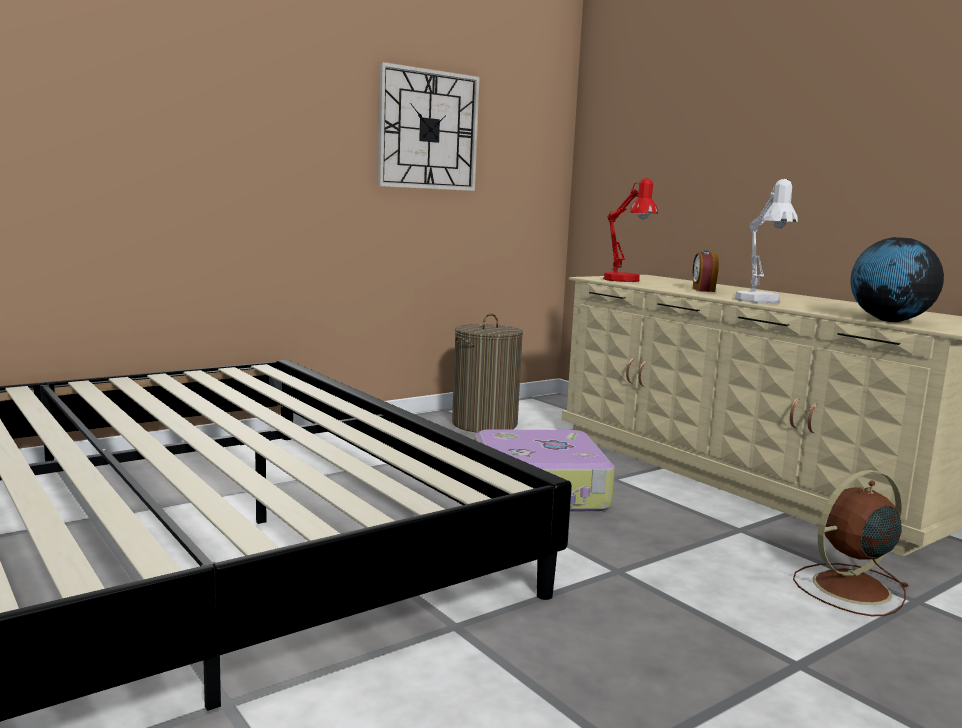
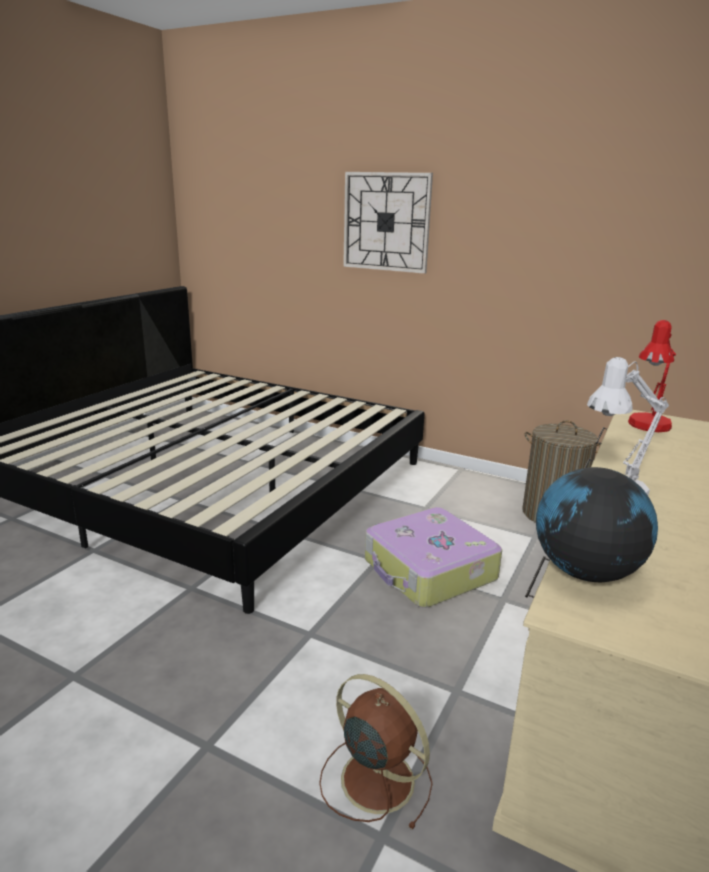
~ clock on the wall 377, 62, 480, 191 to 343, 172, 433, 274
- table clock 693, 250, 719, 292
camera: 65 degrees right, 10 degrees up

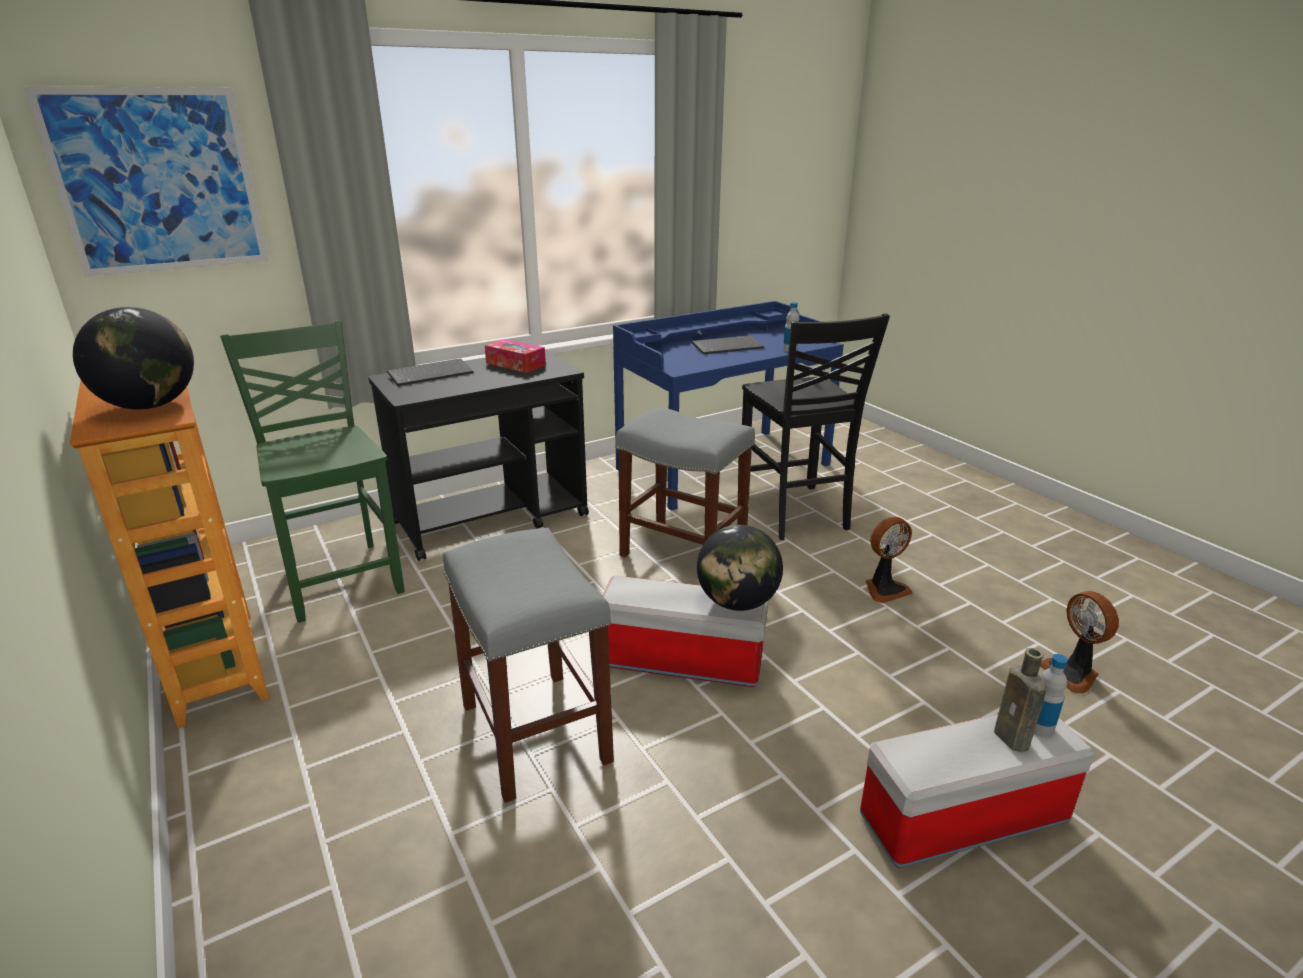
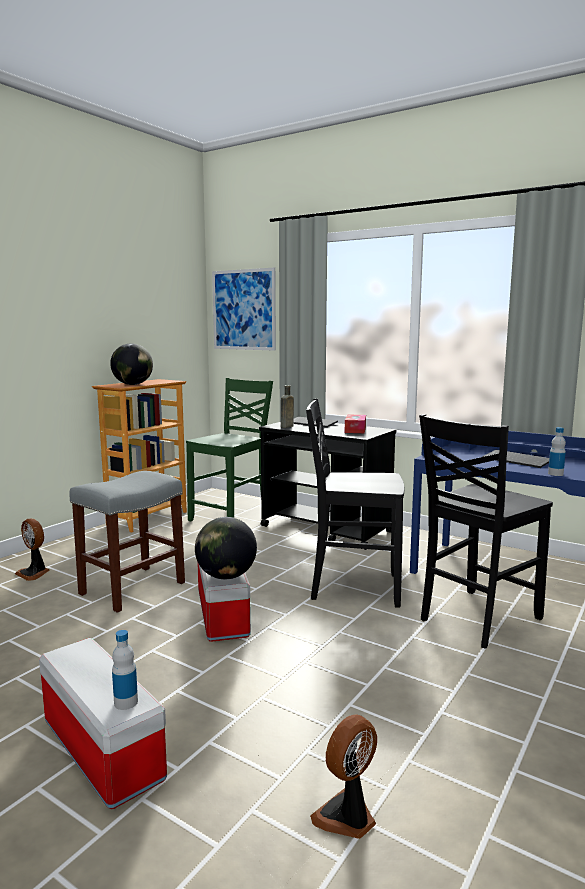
~ electric fan 866, 516, 913, 603 to 15, 519, 49, 581
~ brown-coloured drink bottle 994, 648, 1047, 752 to 281, 385, 294, 428
~ grey sitting stool 616, 407, 755, 557 to black upright chair 306, 399, 404, 608
camera: 65 degrees right, 15 degrees down

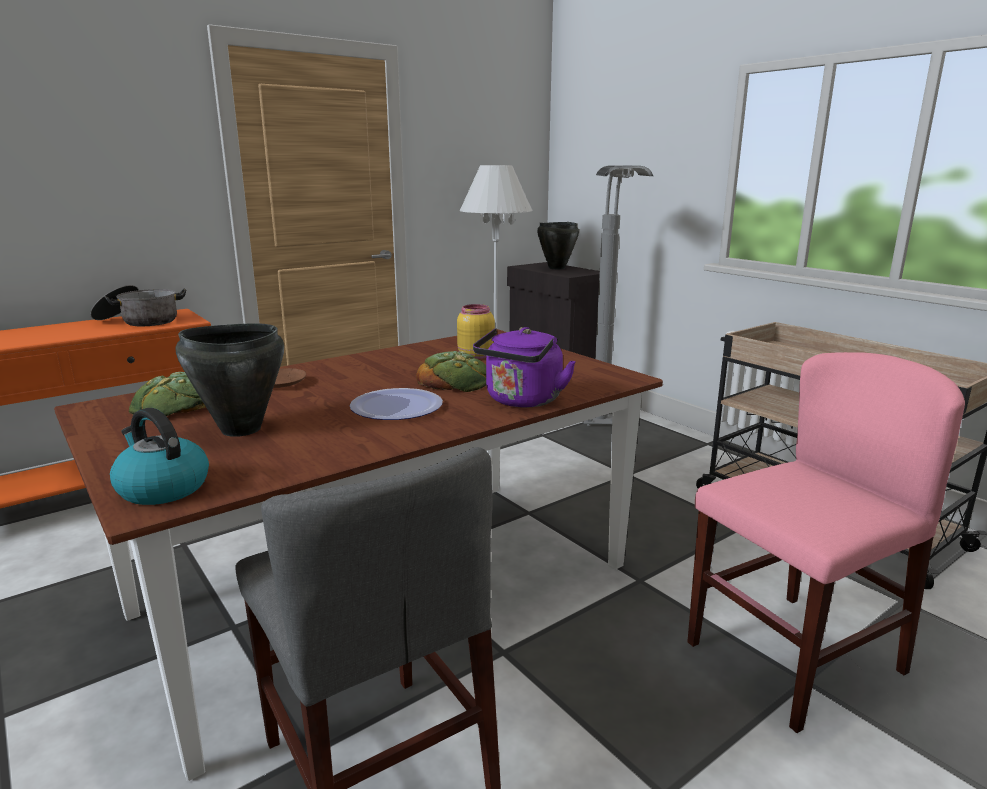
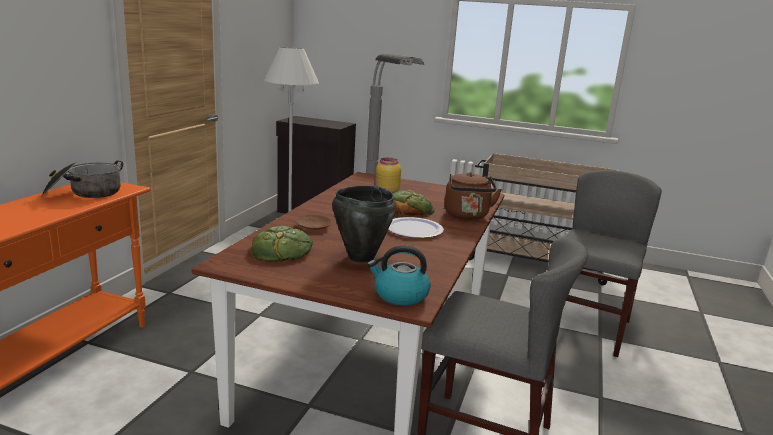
~ purplish water kettle 473, 327, 576, 407 to brown-coloured water kettle 445, 172, 502, 220
~ pinkish upright chair 687, 352, 965, 733 to grey upright chair 565, 170, 662, 357
- black stockpot 537, 222, 579, 269
camera: 35 degrees left, 0 degrees up

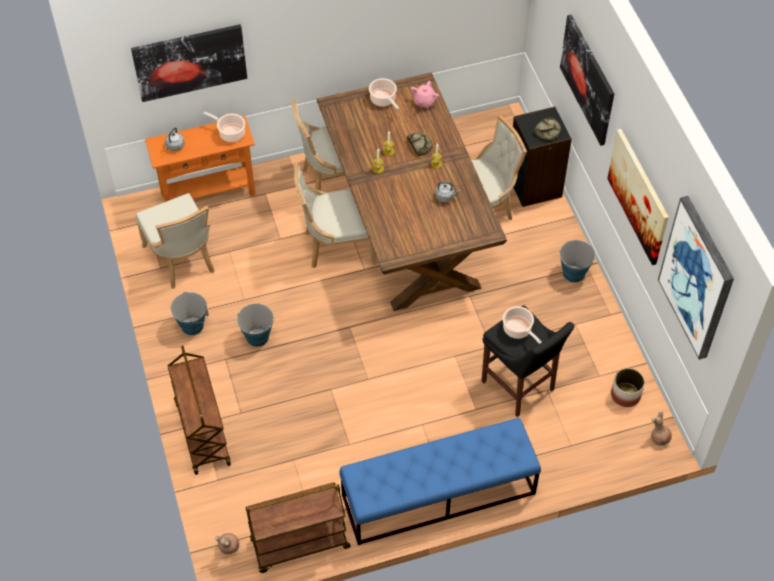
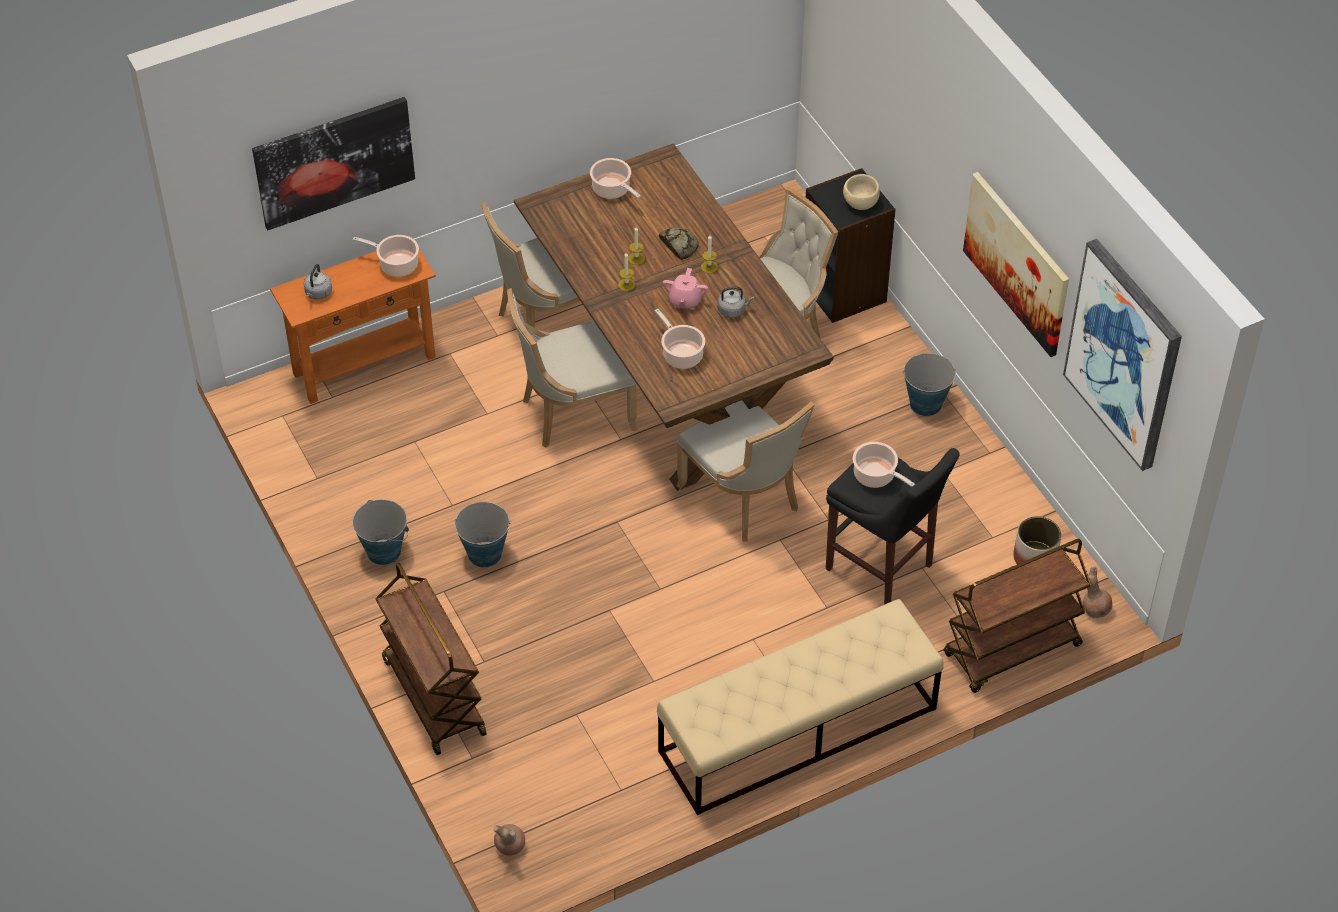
+ stockpot 655, 309, 705, 369
~ bluish long seat 340, 418, 541, 545 to beige-coloured long seat 657, 599, 944, 815
~ pinkish pot for tea 411, 81, 439, 108 to 663, 268, 708, 310
~ beige-coloured upright chair 136, 193, 215, 289 to 676, 400, 814, 542
~ baked bread 534, 118, 561, 141 to beige-coloured bowl 843, 174, 880, 210
~ brown-coloured wheeled cart 245, 482, 350, 573 to 944, 539, 1091, 693
- wall art 560, 15, 614, 146
camera: 10 degrees left, 5 degrees down

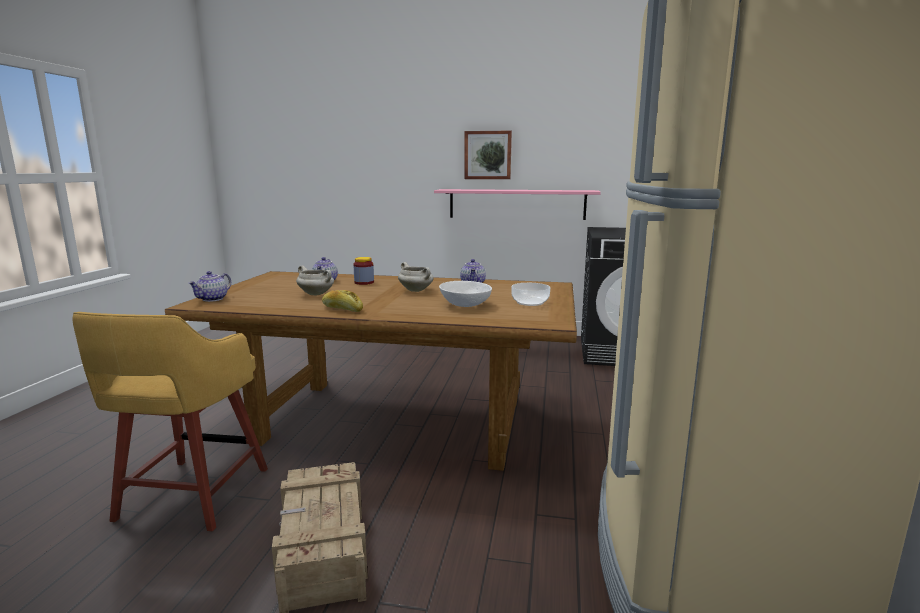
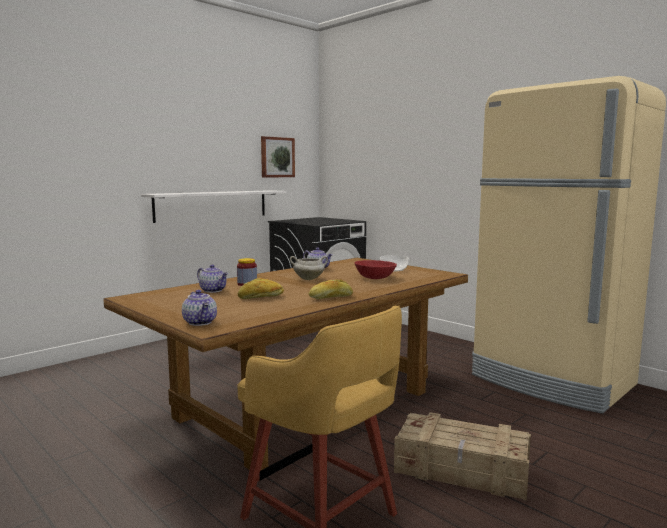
~ pinkish shelf 434, 189, 601, 220 to white-coloured shelf 141, 190, 286, 223
~ white-coloured stockpot 296, 265, 334, 295 to baked bread 238, 278, 284, 299
~ wall art 464, 131, 512, 179 to 261, 136, 295, 177
~ white-coloured bowl 439, 281, 492, 307 to reddish bowl 355, 260, 397, 279
camera: 55 degrees left, 5 degrees down

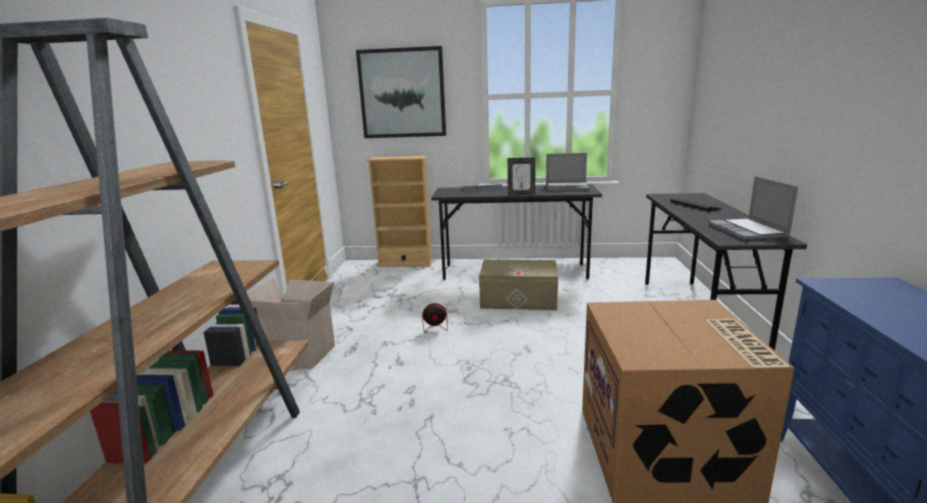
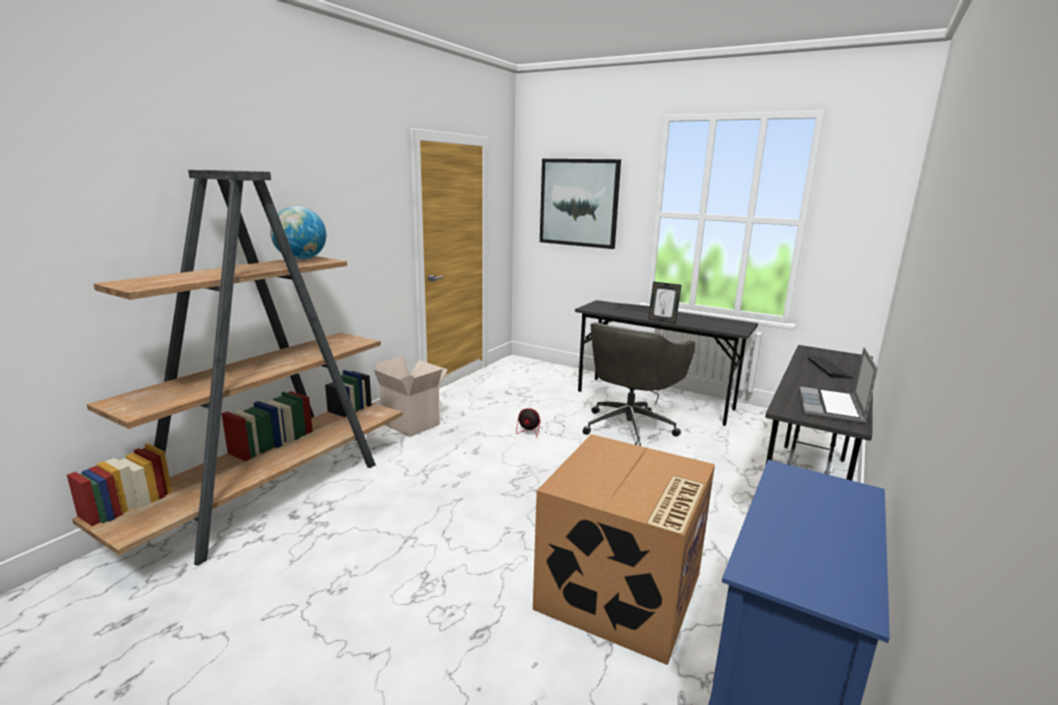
+ globe 270, 206, 326, 260
~ beige-coloured storage bin 479, 259, 558, 310 to grey office chair 583, 322, 696, 446
- beige-coloured shelving unit 367, 156, 433, 267
- portable computer 546, 153, 589, 191
camera: 25 degrees right, 0 degrees up

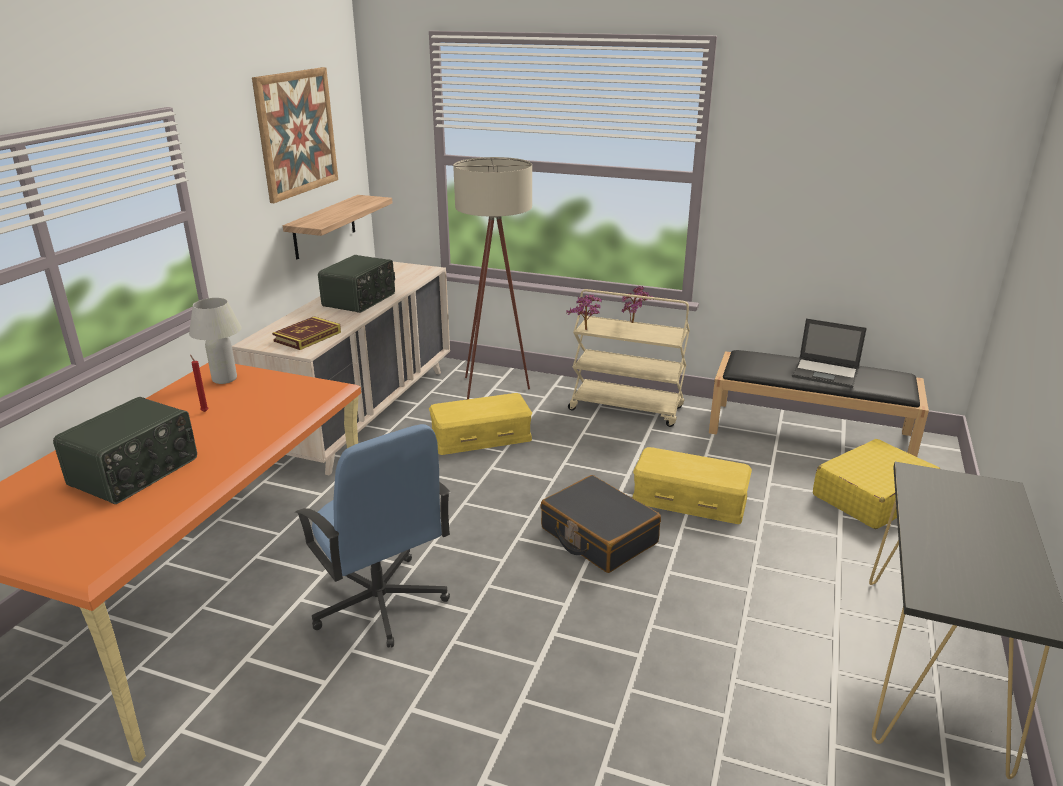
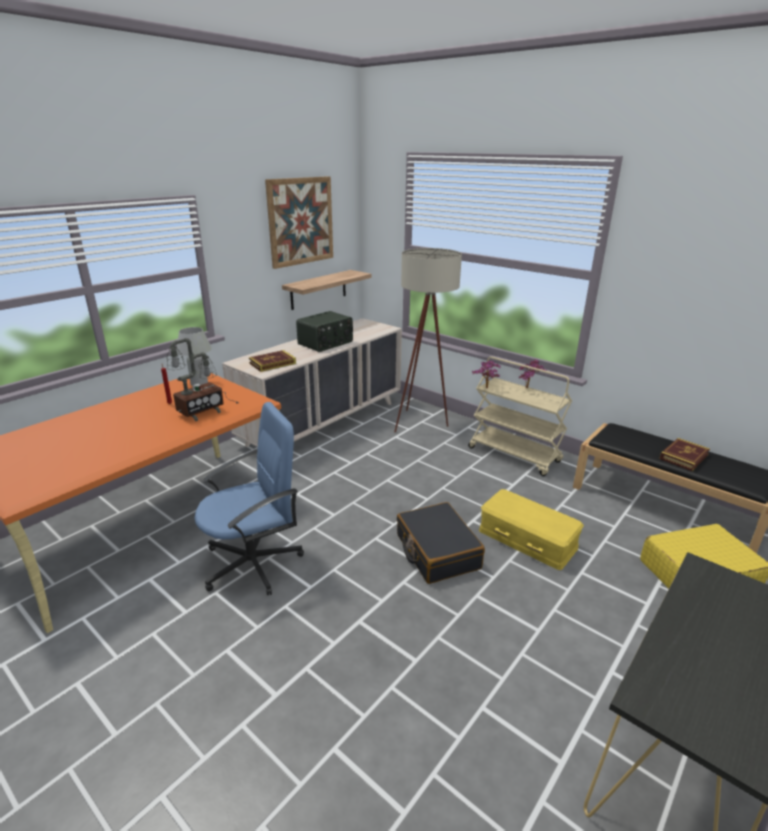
+ table lamp 166, 338, 239, 421
~ bluish office chair 295, 424, 450, 648 = 195, 402, 304, 595 105 degrees counterclockwise
~ portable computer 792, 318, 867, 388 to book 659, 438, 710, 471
- radio receiver 53, 397, 197, 504
- yellowish storage bin 429, 393, 532, 455
camera: 20 degrees right, 0 degrees up

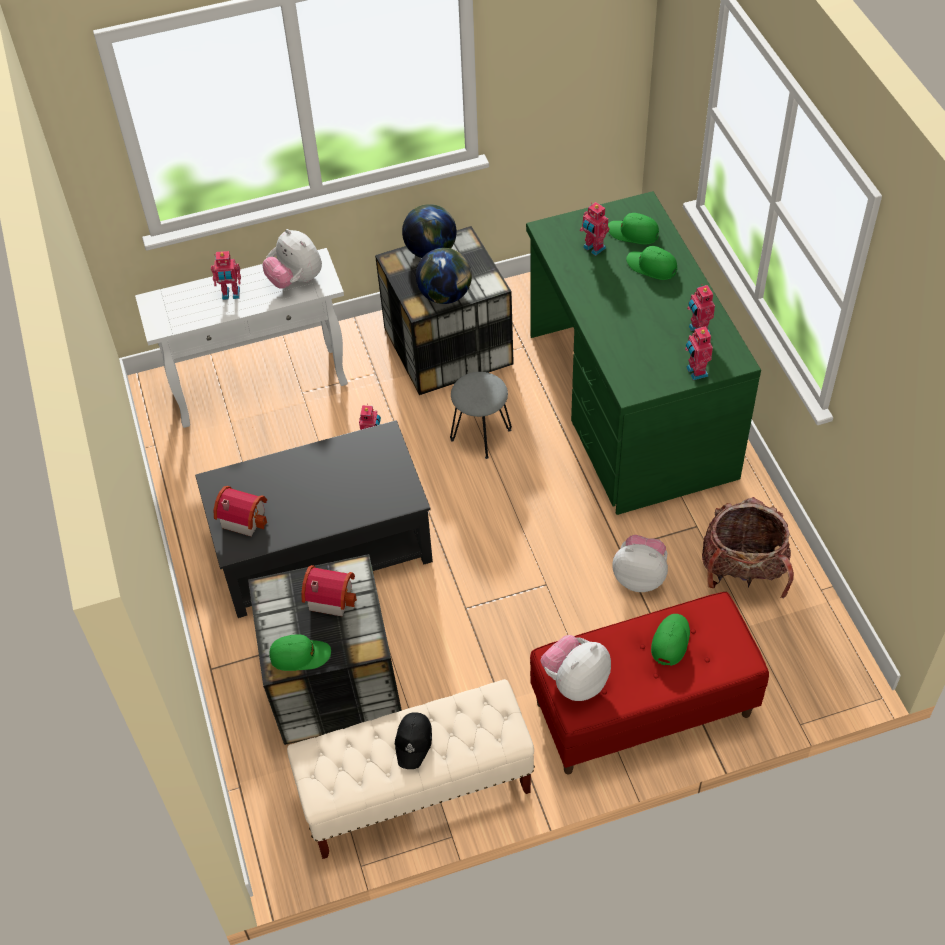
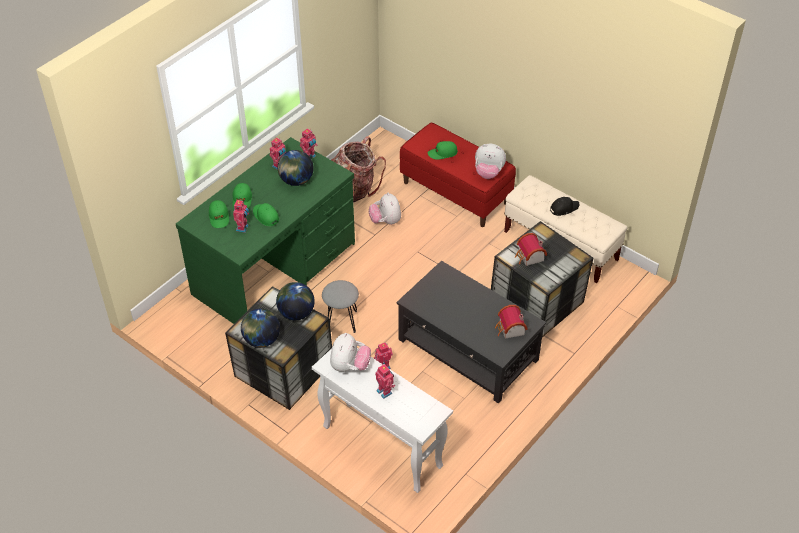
~ green-coloured baseball cap 269, 634, 331, 671 to 253, 203, 279, 226
+ globe 278, 150, 314, 186
camera: 125 degrees left, 5 degrees down

